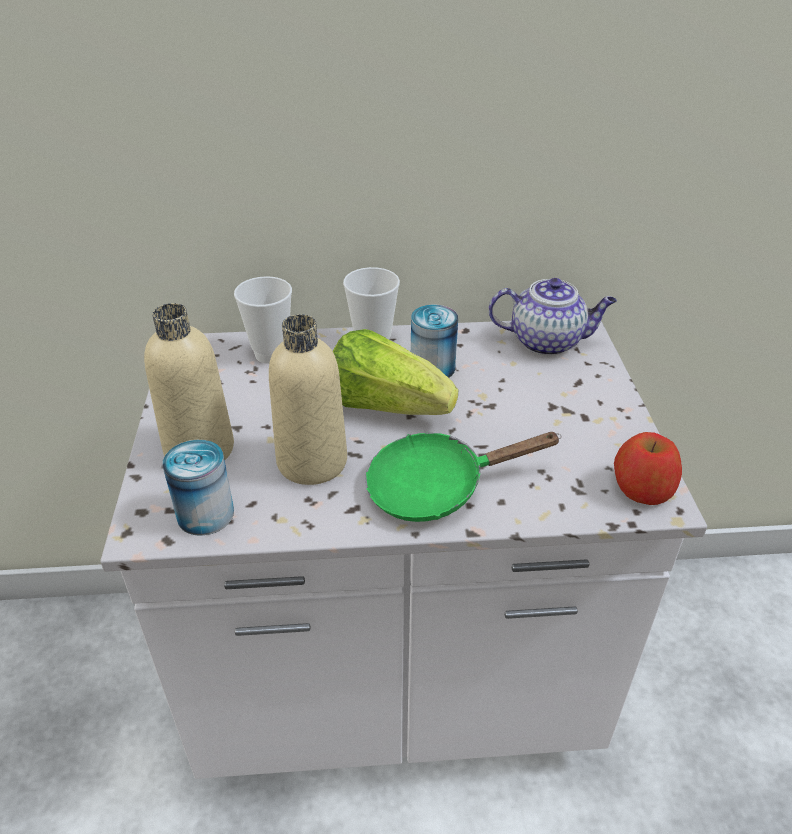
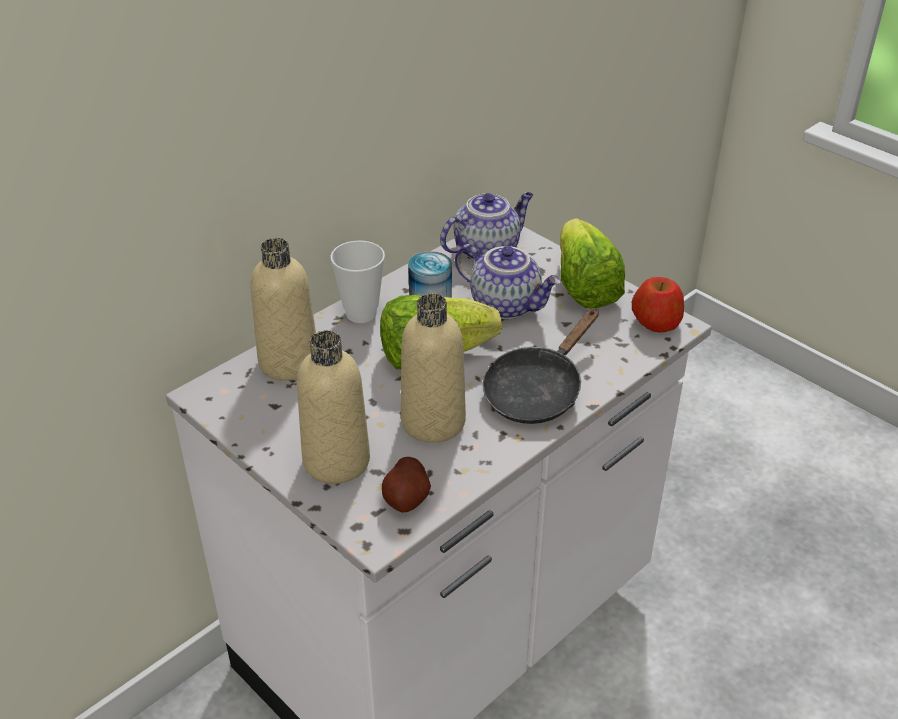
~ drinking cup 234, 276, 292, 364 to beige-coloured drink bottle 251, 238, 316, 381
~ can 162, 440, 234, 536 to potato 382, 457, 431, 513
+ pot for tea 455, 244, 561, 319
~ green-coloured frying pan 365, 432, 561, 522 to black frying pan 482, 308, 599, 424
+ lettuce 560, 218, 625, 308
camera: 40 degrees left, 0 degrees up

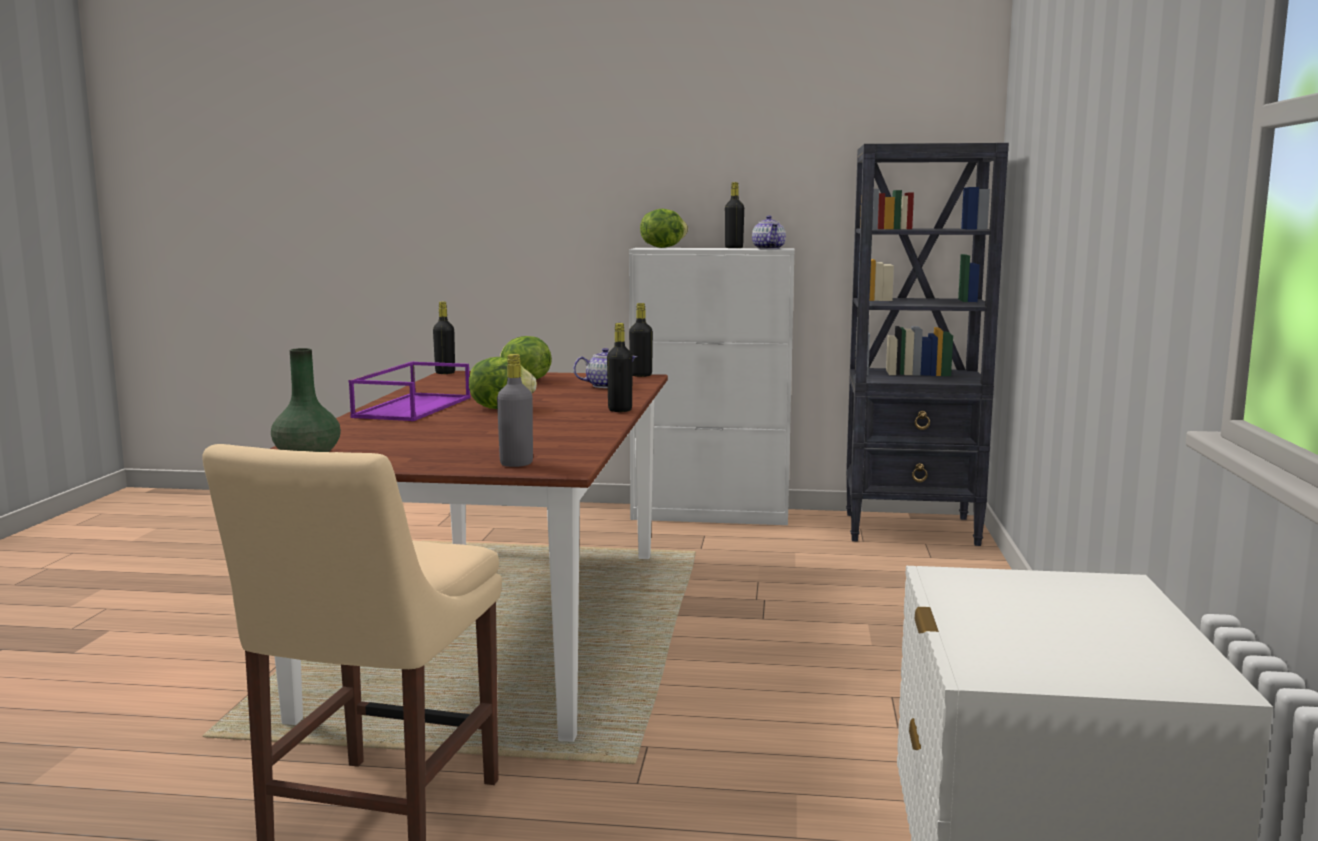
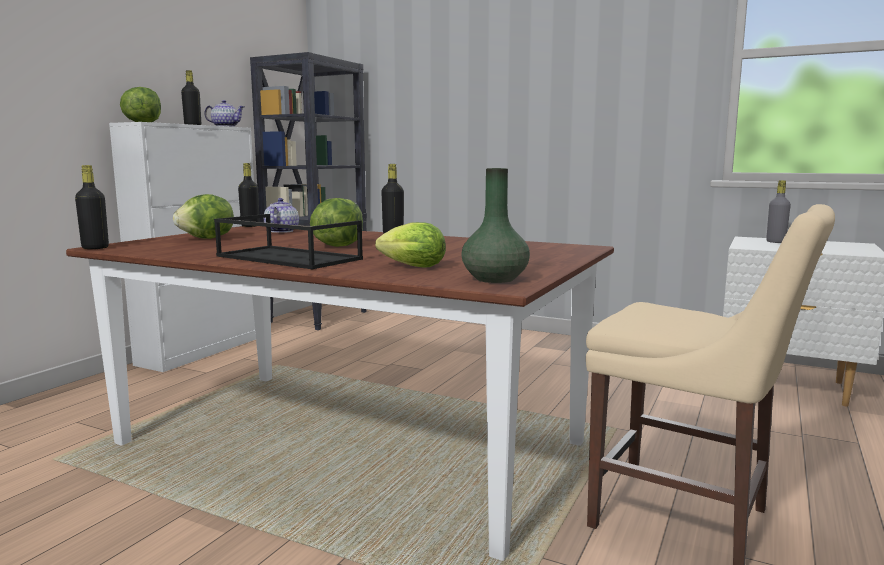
~ purplish tray 349, 362, 470, 421 to black tray 214, 214, 363, 269
+ lettuce 375, 222, 446, 268
~ grey drink bottle 497, 354, 533, 467 to 766, 180, 791, 243
camera: 70 degrees left, 0 degrees up

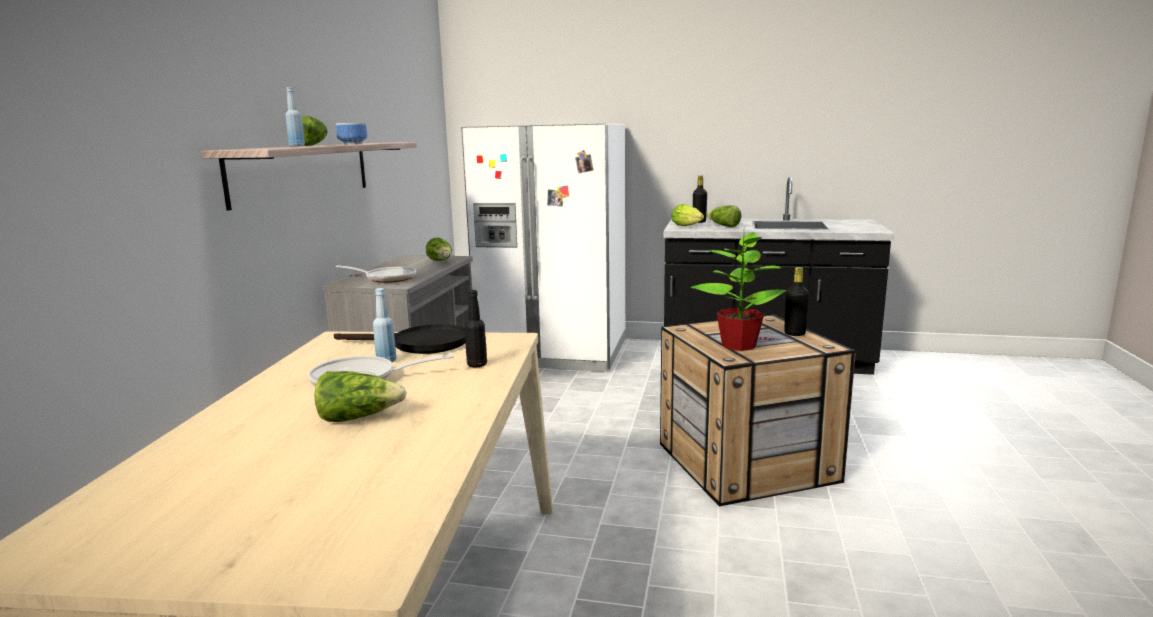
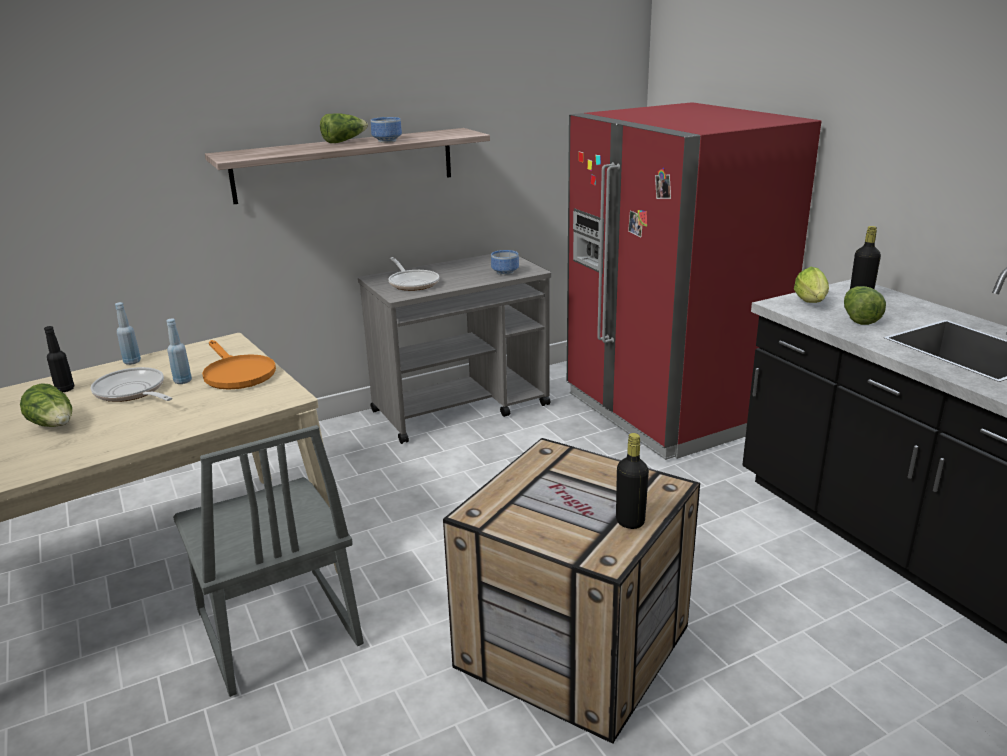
~ black drink bottle 465, 290, 487, 368 to 44, 326, 74, 392
~ bluish drink bottle 285, 87, 305, 147 to 115, 302, 141, 365
+ grey upright chair 173, 425, 364, 697
~ black frying pan 334, 324, 466, 354 to orange-coloured frying pan 202, 340, 276, 390
~ lettuce 426, 237, 452, 261 to bowl 491, 250, 519, 275
~ white-coloured kitchen fridge 461, 124, 625, 372 to reddish kitchen fridge 567, 102, 821, 460
- potted plant 690, 232, 787, 351
camera: 50 degrees right, 10 degrees up

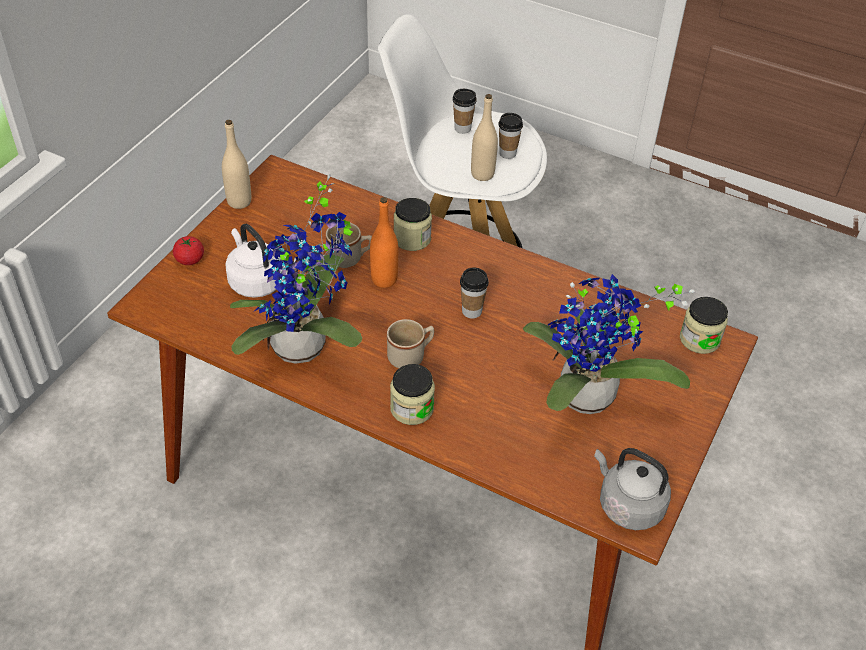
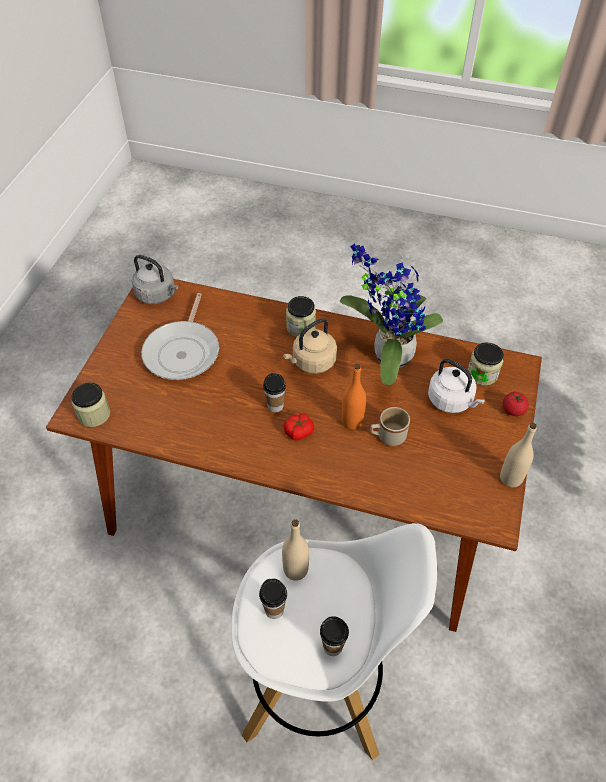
~ potted plant 523, 274, 695, 414 to frying pan 141, 293, 219, 380
~ beige-coloured tea mug 387, 319, 434, 368 to beige-coloured water kettle 283, 318, 337, 374
+ fresh tomato 284, 414, 314, 440
~ jar 394, 198, 432, 251 to 468, 343, 504, 386
camera: 170 degrees right, 5 degrees up

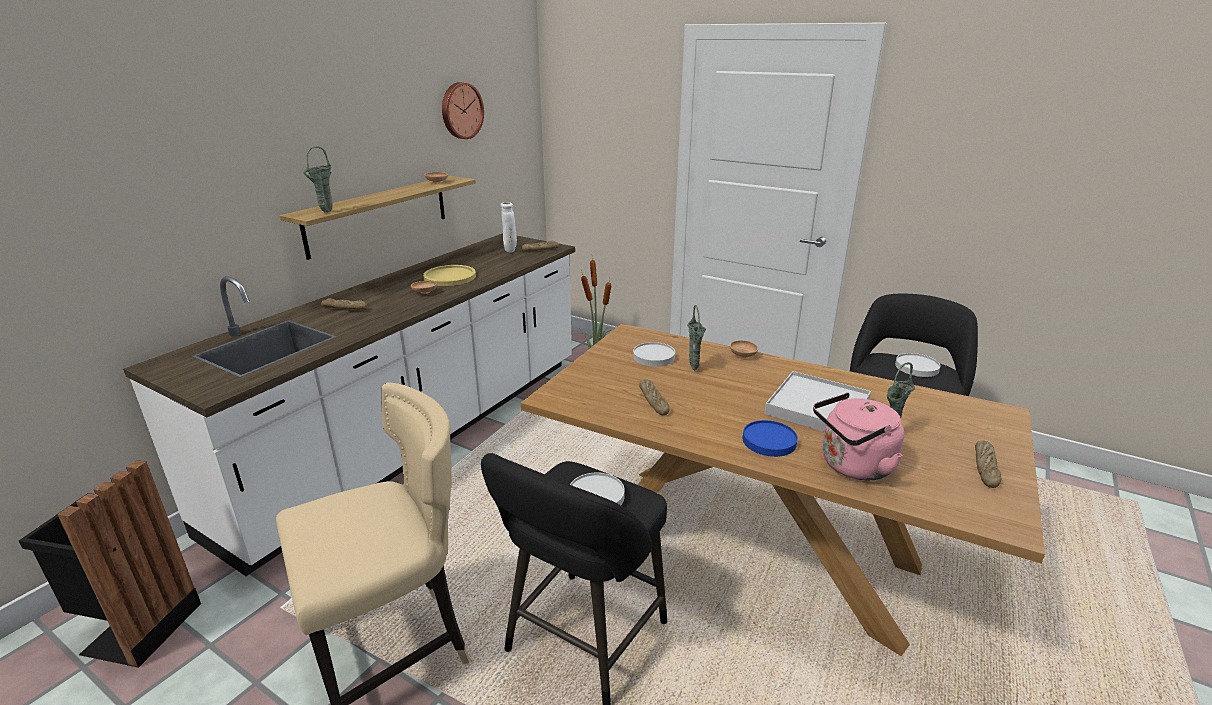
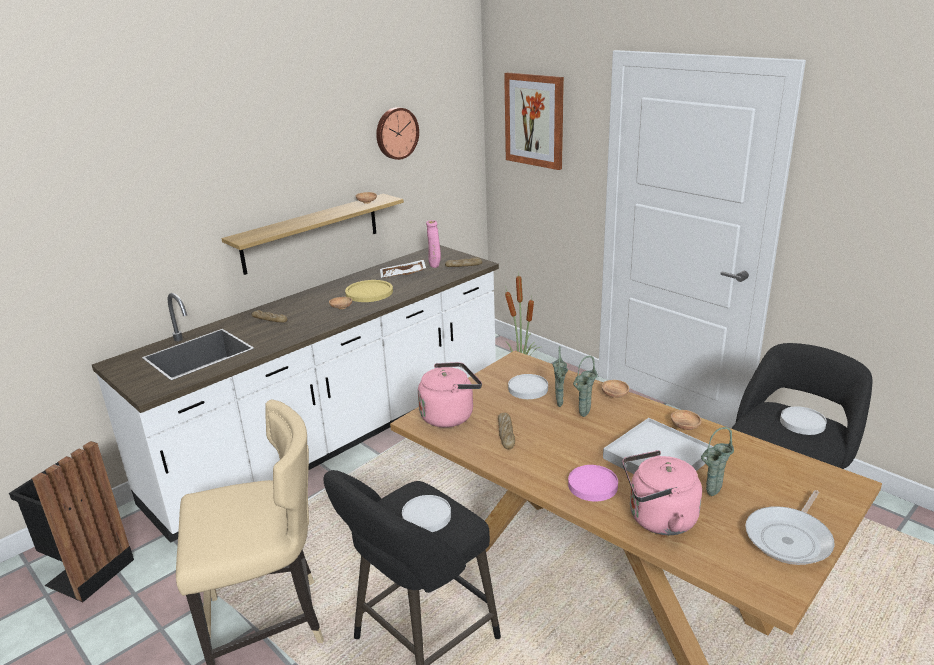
+ white-coloured tray 380, 260, 426, 278
+ pinkish water kettle 418, 362, 482, 428
~ white-coloured decorative vase 501, 202, 517, 253 to pinkish decorative vase 426, 220, 441, 268
+ wall art 504, 72, 564, 170
~ bluish dinner plate 743, 420, 798, 457 to pinkish dinner plate 568, 465, 618, 501
~ green-coloured decorative vase 303, 146, 333, 213 to 573, 356, 598, 417
+ brown-coloured bowl 671, 410, 702, 430
~ baked bread 975, 440, 1001, 488 to frying pan 745, 490, 834, 565
camera: 15 degrees right, 0 degrees up

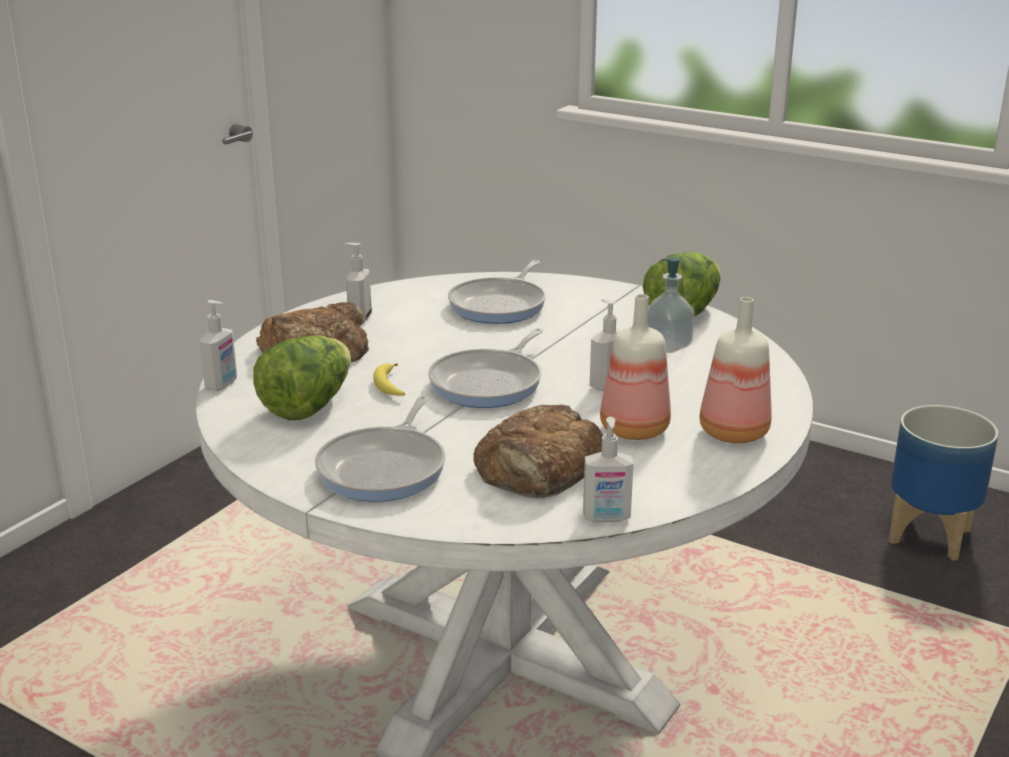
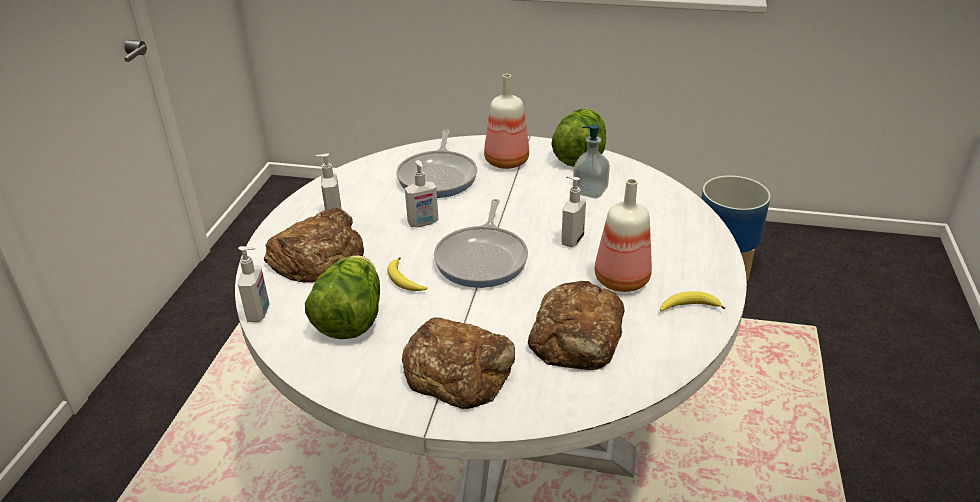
~ frying pan 315, 396, 445, 502 to baked bread 402, 317, 515, 409
~ soap bottle 583, 417, 633, 522 to 405, 160, 438, 227
~ drink bottle 700, 297, 772, 443 to 484, 74, 529, 169
+ banana fruit 660, 291, 725, 312
camera: 20 degrees left, 10 degrees up

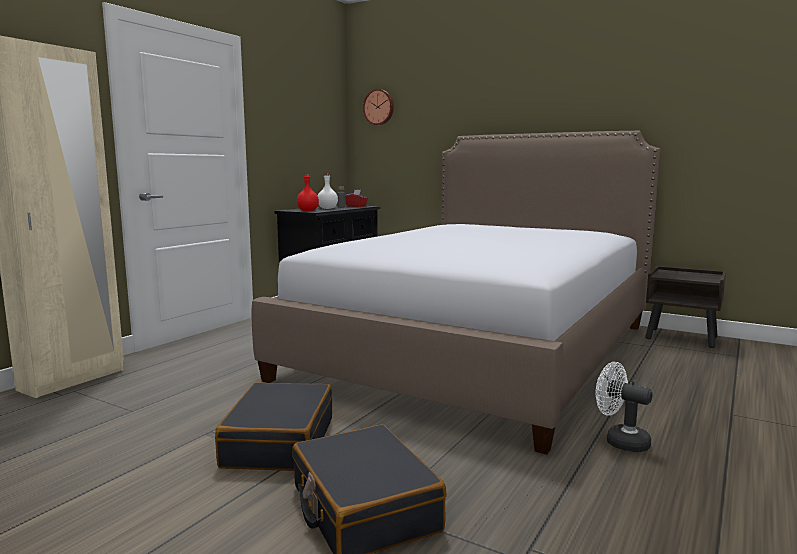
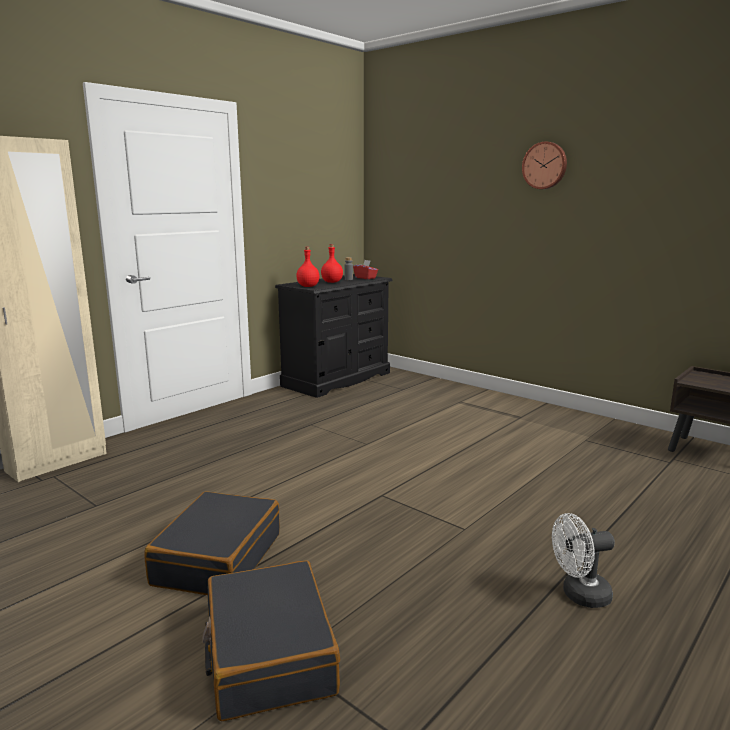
~ white-coloured drink bottle 318, 173, 338, 209 to reddish drink bottle 321, 244, 343, 283
~ clock on the wall 363, 89, 394, 125 to 522, 142, 567, 189
~ white-coloured electric fan 596, 362, 653, 452 = 552, 513, 615, 608 60 degrees counterclockwise
- sleeping bed 252, 131, 661, 455
camera: 10 degrees right, 5 degrees up

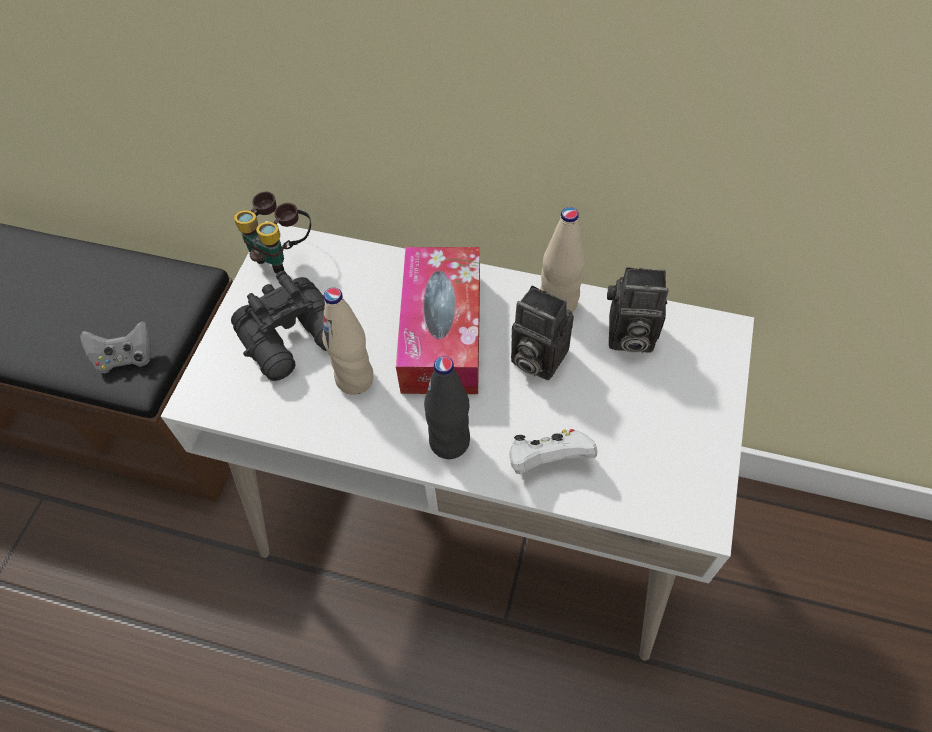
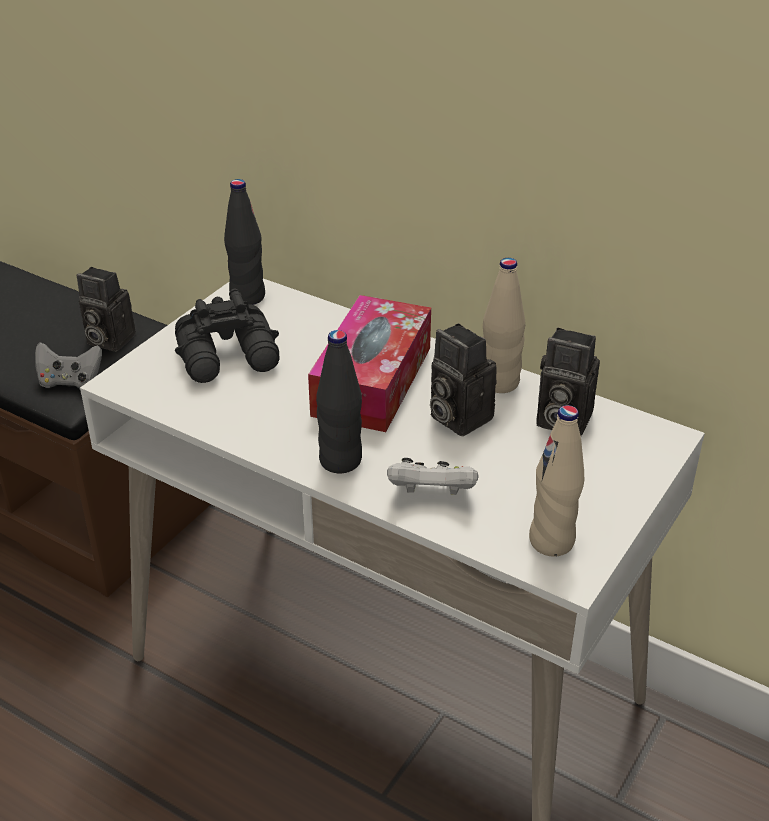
+ photo camera 77, 267, 136, 352
~ pair of binoculars 234, 192, 311, 274 to black drink bottle 224, 179, 265, 305
~ beige-coloured drink bottle 322, 288, 374, 395 to 529, 405, 584, 557
camera: 15 degrees right, 20 degrees down

